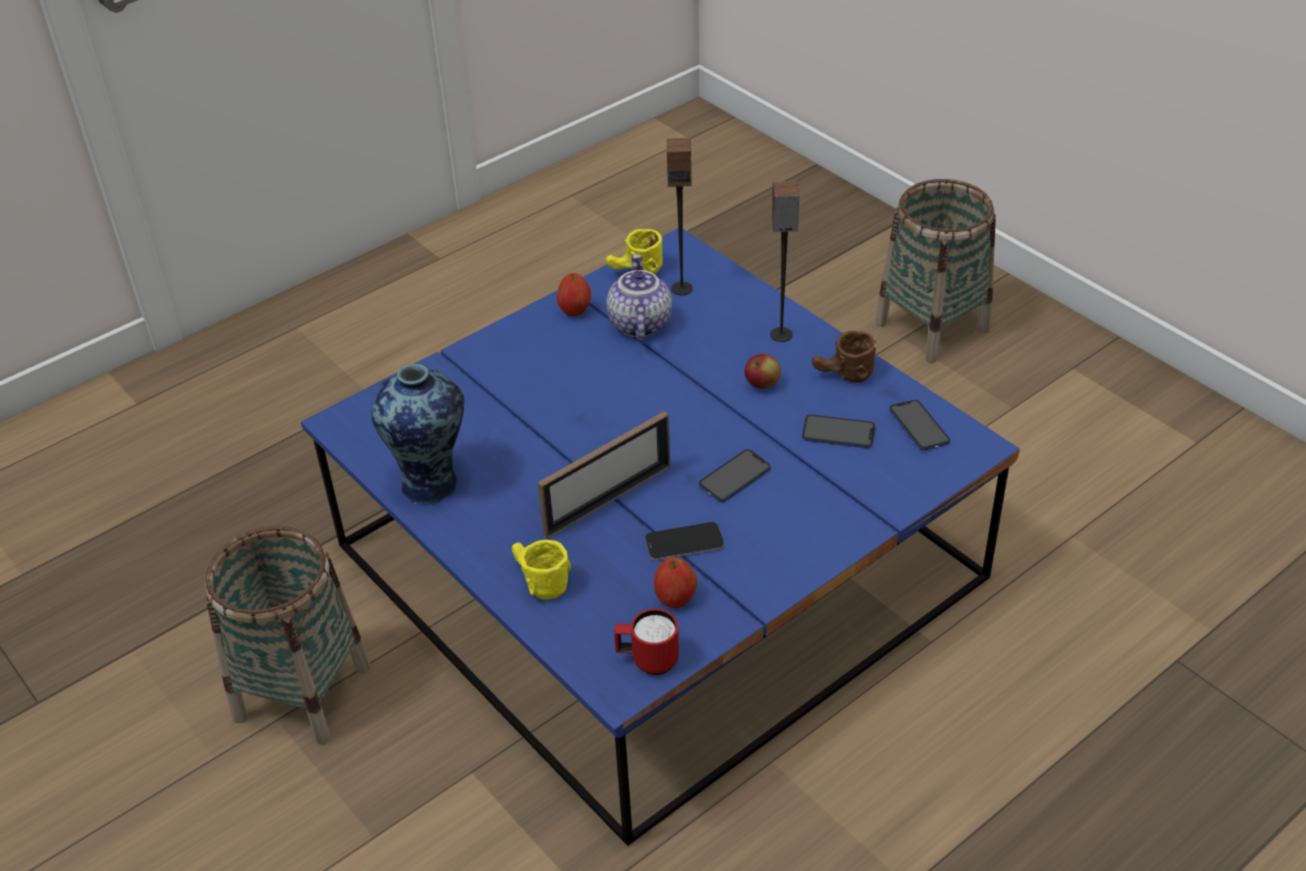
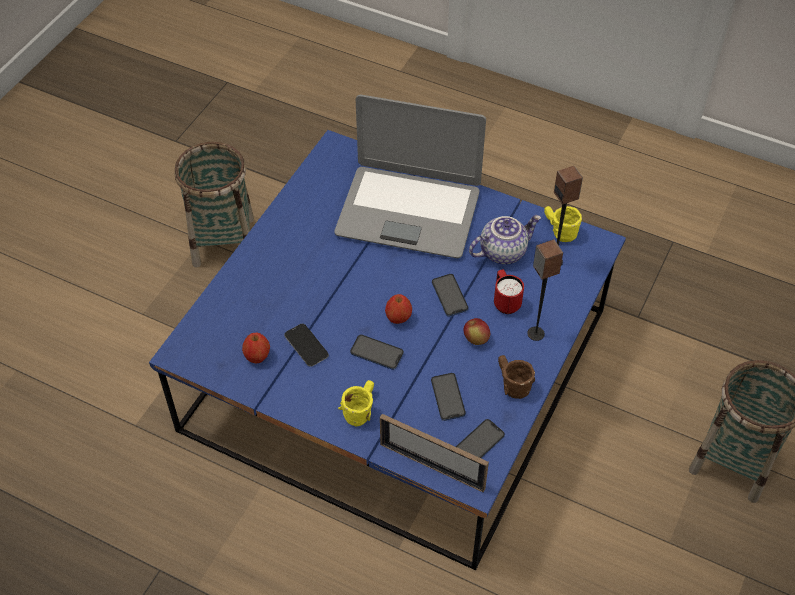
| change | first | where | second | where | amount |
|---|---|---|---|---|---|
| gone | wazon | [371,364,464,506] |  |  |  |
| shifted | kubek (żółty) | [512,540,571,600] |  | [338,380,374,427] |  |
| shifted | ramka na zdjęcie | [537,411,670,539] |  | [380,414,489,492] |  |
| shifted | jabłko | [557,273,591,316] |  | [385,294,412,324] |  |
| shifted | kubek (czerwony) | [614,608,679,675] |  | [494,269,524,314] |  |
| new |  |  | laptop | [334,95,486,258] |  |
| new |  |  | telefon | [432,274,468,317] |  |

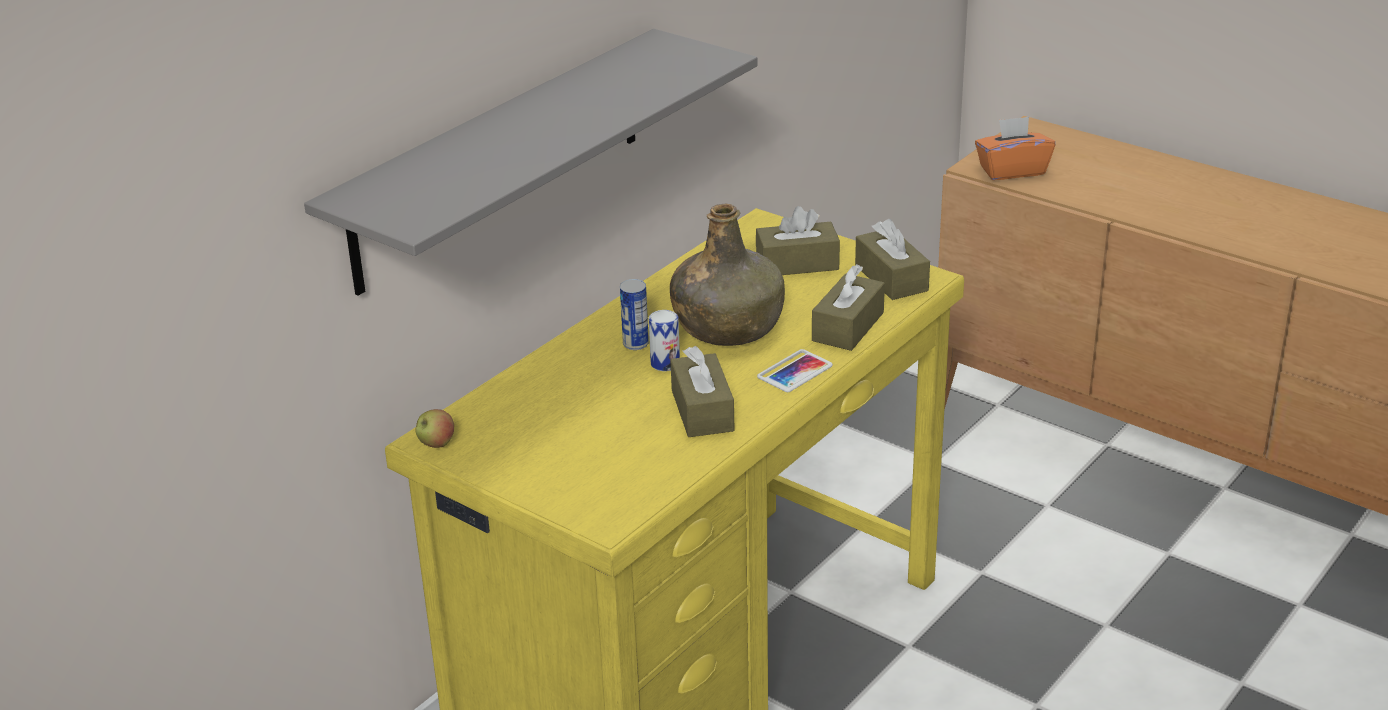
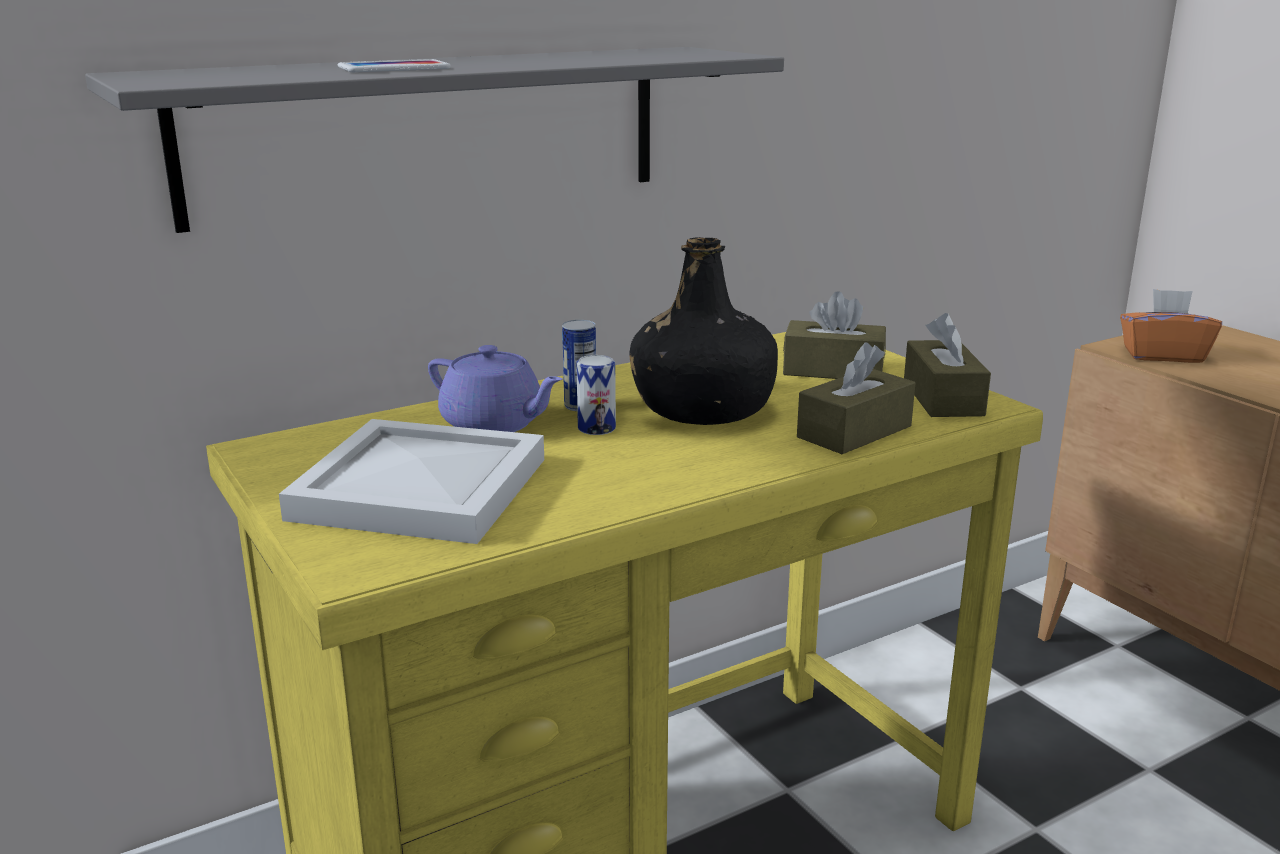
| change | first | where | second | where | amount |
|---|---|---|---|---|---|
| gone | jabłko | [415,409,454,448] |  |  |  |
| repainted | butelka (zielony) | [670,204,785,346] | butelka (czarny) | [629,237,778,425] |  |
| gone | pudełko chusteczek (brązowy) | [671,346,734,437] |  |  |  |
| shifted | telefon | [757,349,833,392] |  | [338,59,451,72] |  |
| new |  |  | taca (biały) | [279,419,544,544] |  |
| new |  |  | imbryk (fioletowy) | [428,345,563,432] |  |

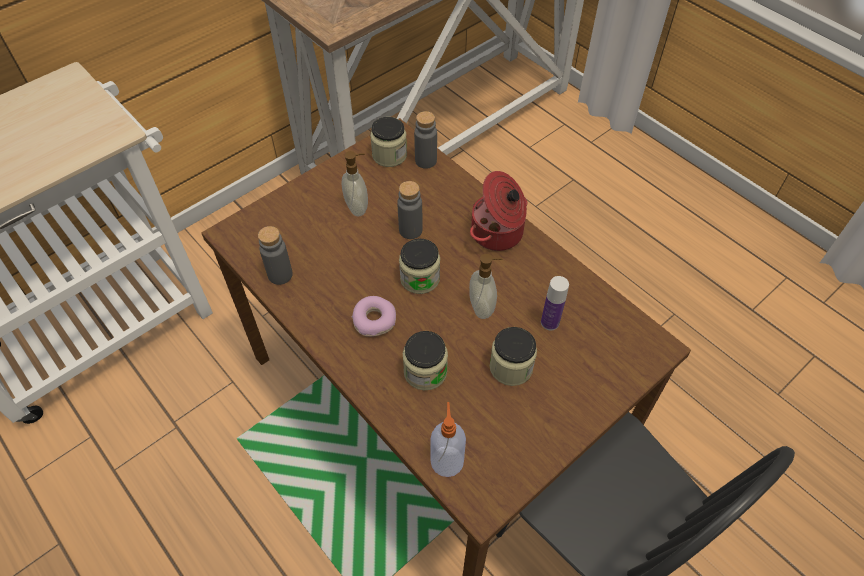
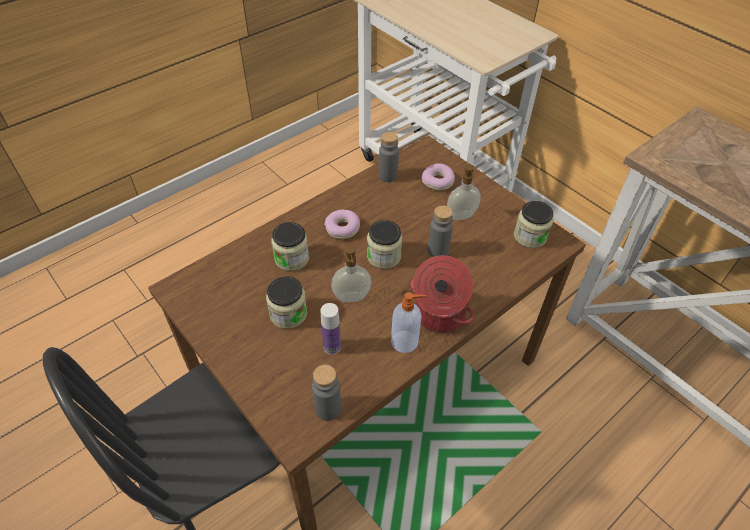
| change | first | where | second | where | amount |
|---|---|---|---|---|---|
| shifted | butelka (szary) | [414,111,437,169] |  | [312,365,341,421] |  |
| shifted | dozownik mydła | [430,402,466,477] |  | [391,292,427,353] |  |
| new |  |  | donut | [422,163,455,190] |  |

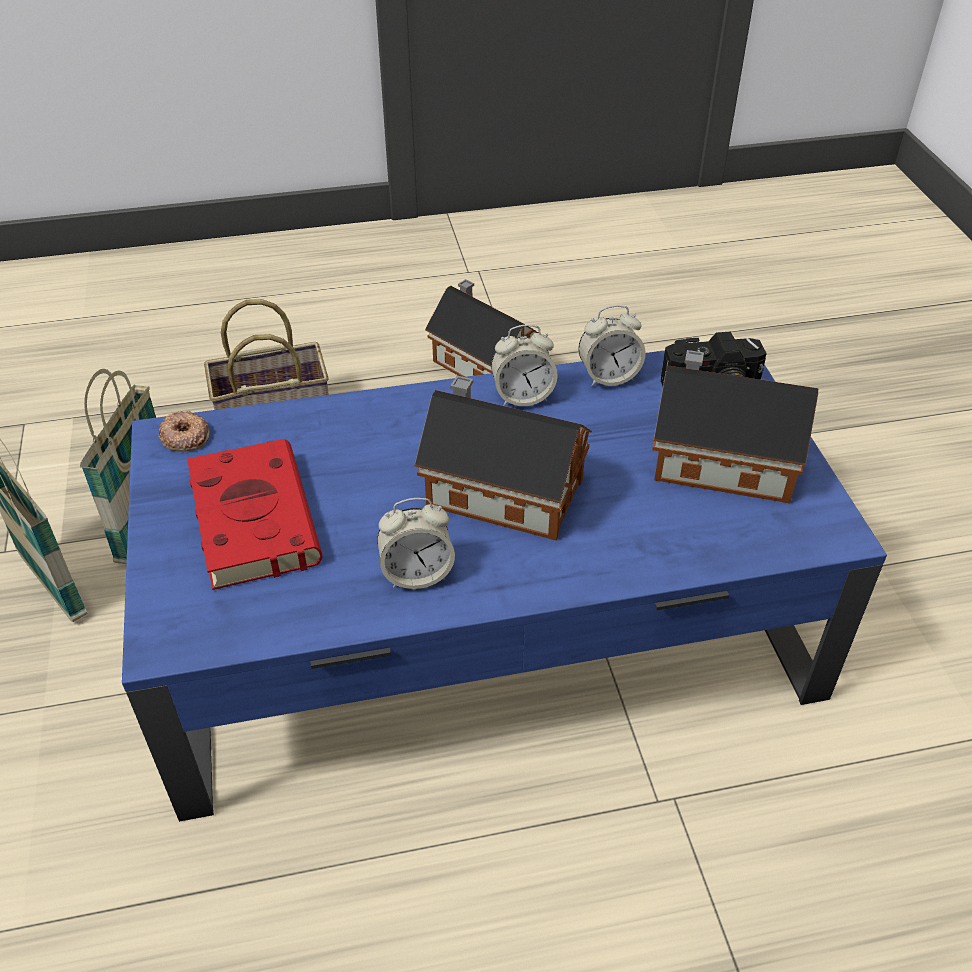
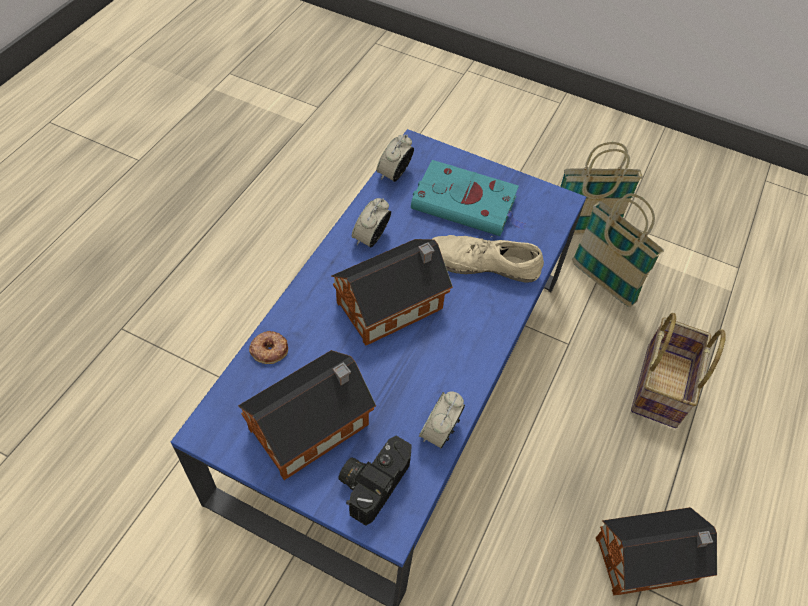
| change | first | where | second | where | amount |
|---|---|---|---|---|---|
| shifted | donut | [158,411,210,452] |  | [249,331,288,364] |  |
| repainted | książka (czerwony) | [187,439,322,590] | książka (turkusowy) | [411,160,525,236] |  |
| shifted | budzik | [491,324,558,406] |  | [376,134,414,182] |  |
| new |  |  | but (beżowy) | [432,235,544,282] |  |

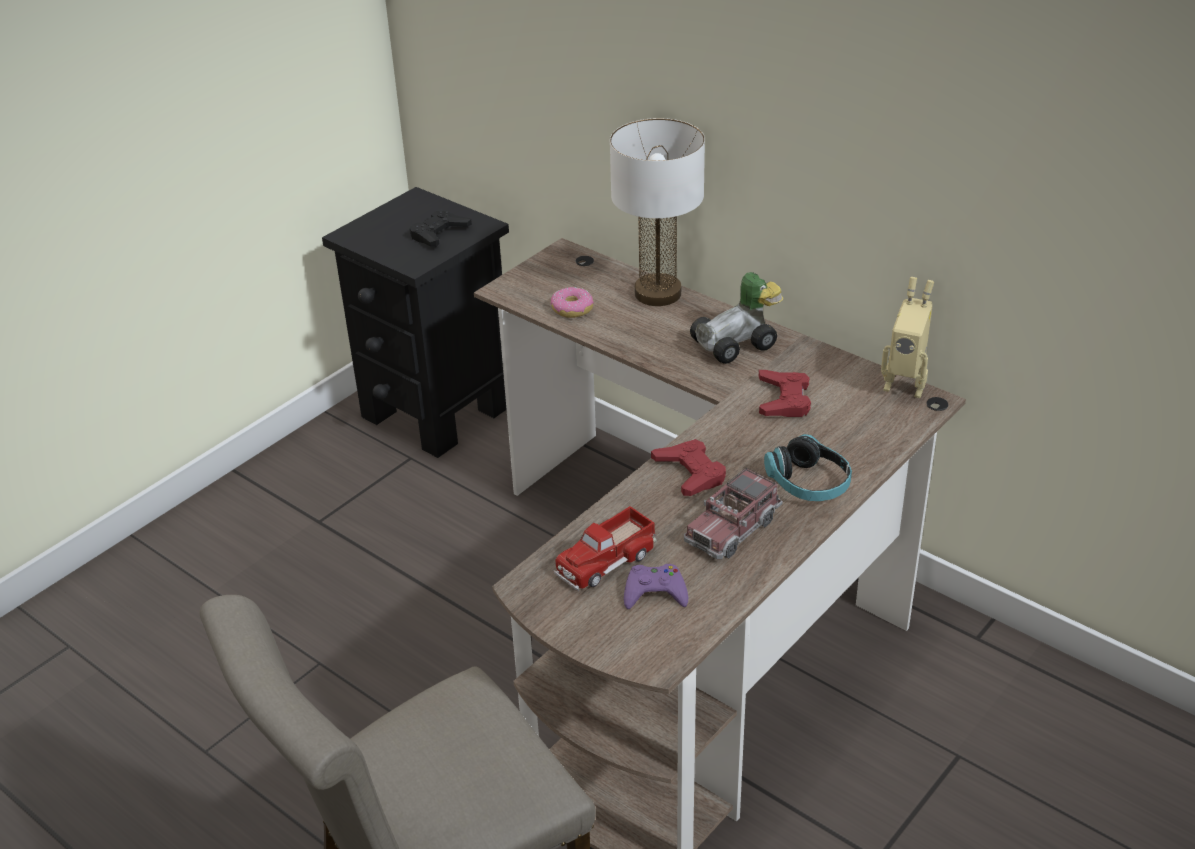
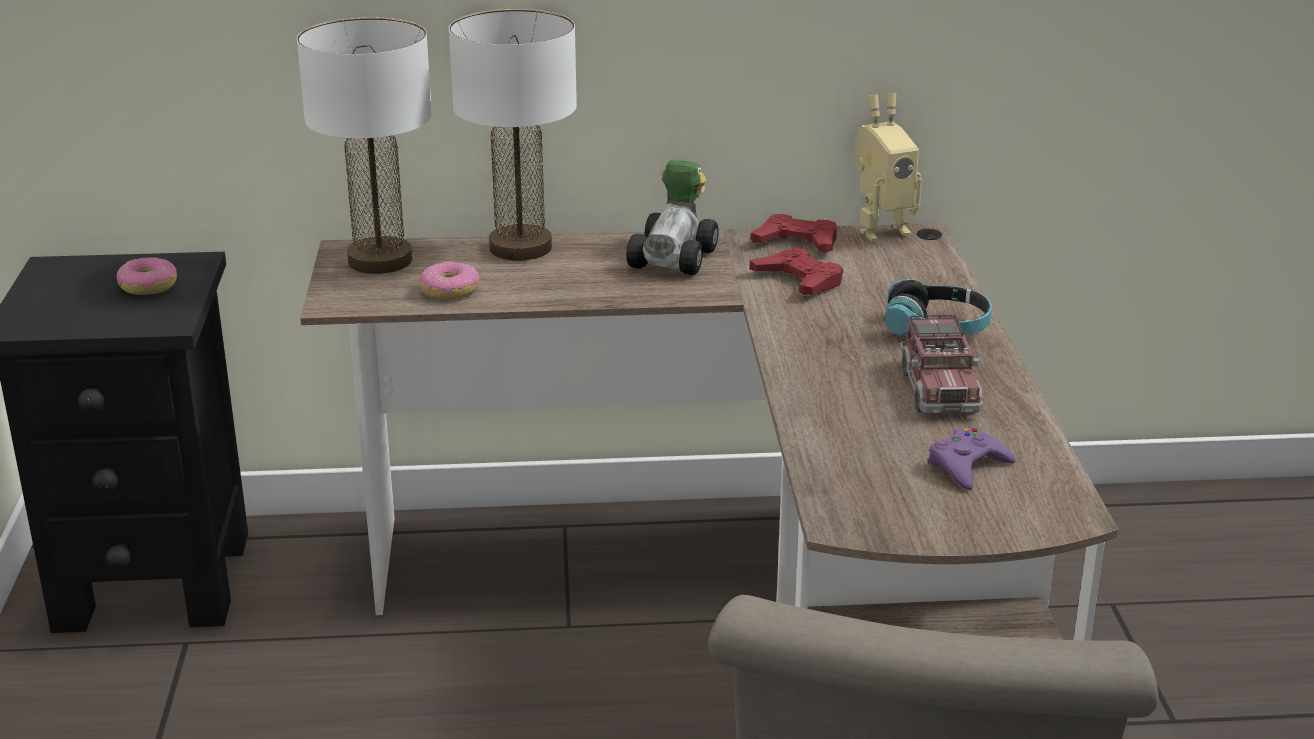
| change | first | where | second | where | amount |
|---|---|---|---|---|---|
| swapped | pad do gier (czarny) | [409,210,472,247] | donut | [117,257,177,295] |  |
| gone | ciężarówka zabawkowa | [553,506,657,591] |  |  |  |
| shifted | pad do gier (czerwony) | [651,439,726,496] |  | [751,214,837,253] |  |
| new |  |  | lampa stołowa | [297,17,432,274] |  |

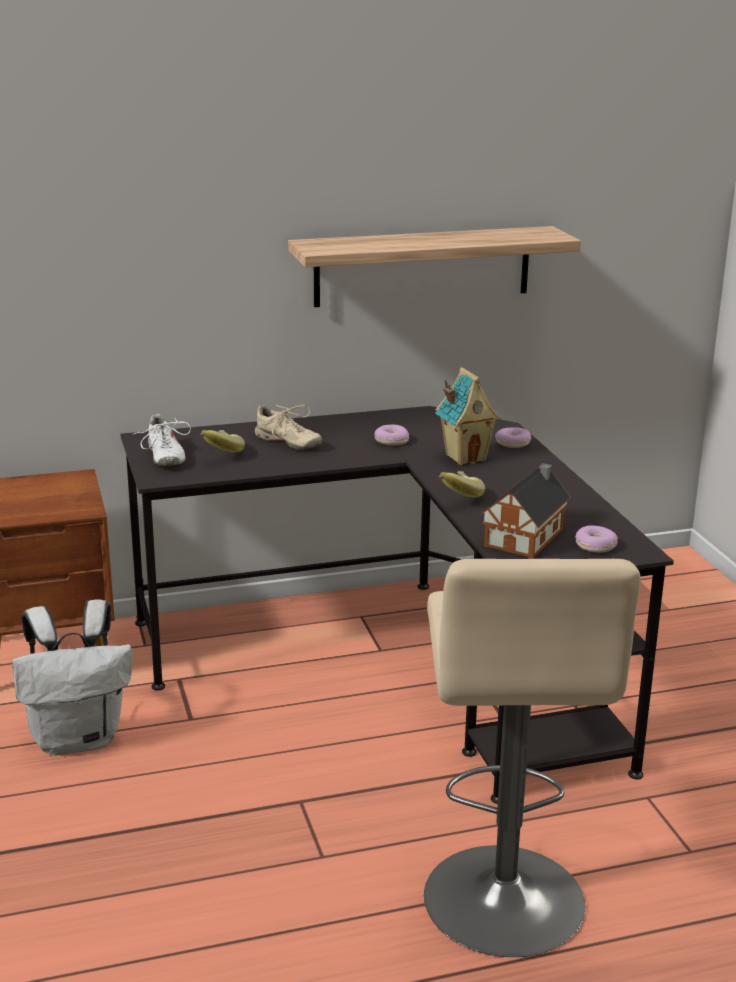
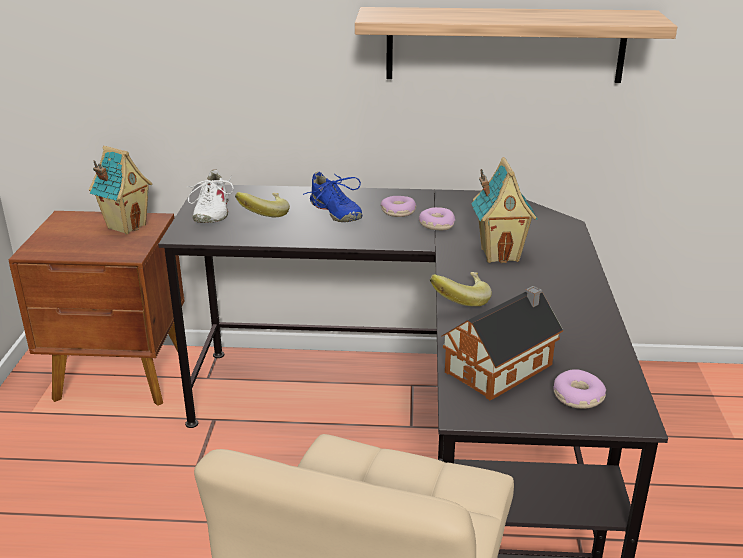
| change | first | where | second | where | amount |
|---|---|---|---|---|---|
| gone | plecak (biały) | [12,599,133,756] |  |  |  |
| repainted | but (beżowy) | [255,404,322,449] | but (niebieski) | [303,172,362,222] |  |
| shifted | donut | [496,427,531,448] |  | [381,196,416,217] |  |
| new |  |  | domek | [89,146,152,234] |  |

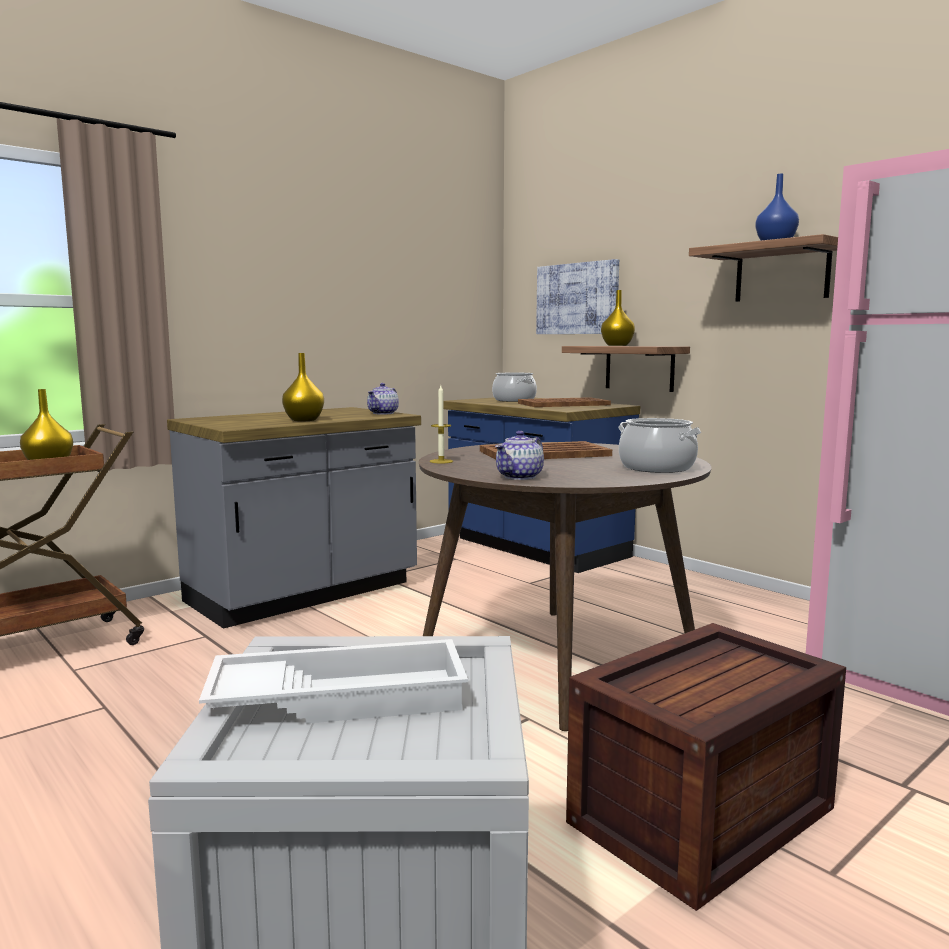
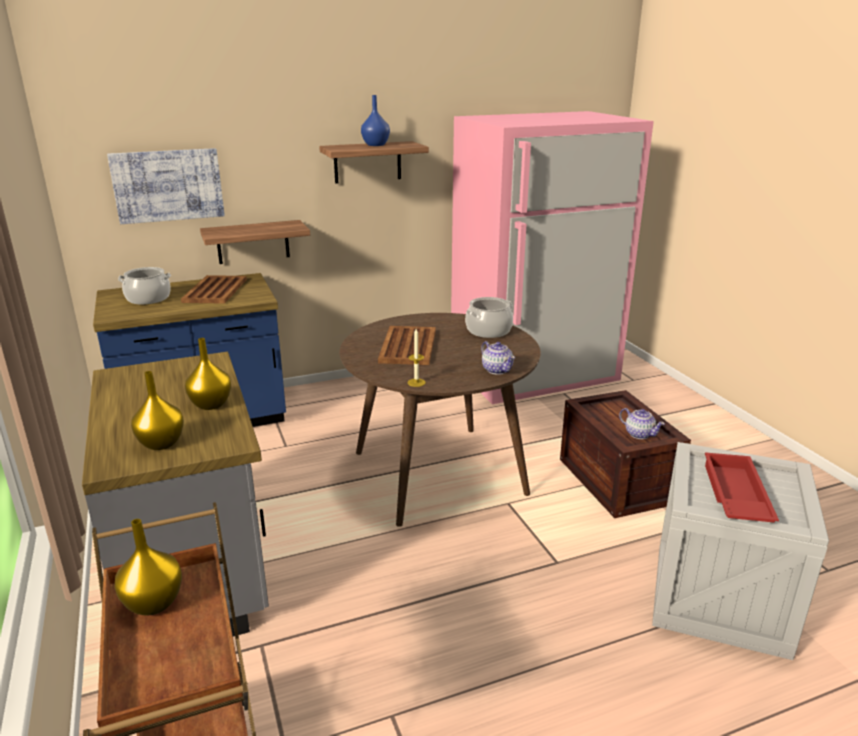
| change | first | where | second | where | amount |
|---|---|---|---|---|---|
| repainted | taca (biały) | [199,639,468,724] | taca (czerwony) | [705,452,779,523] |  |
| shifted | imbryk | [367,383,399,415] |  | [619,408,665,439] |  |
| shifted | wazon (żółty) | [601,290,635,346] |  | [131,371,184,450] |  |

